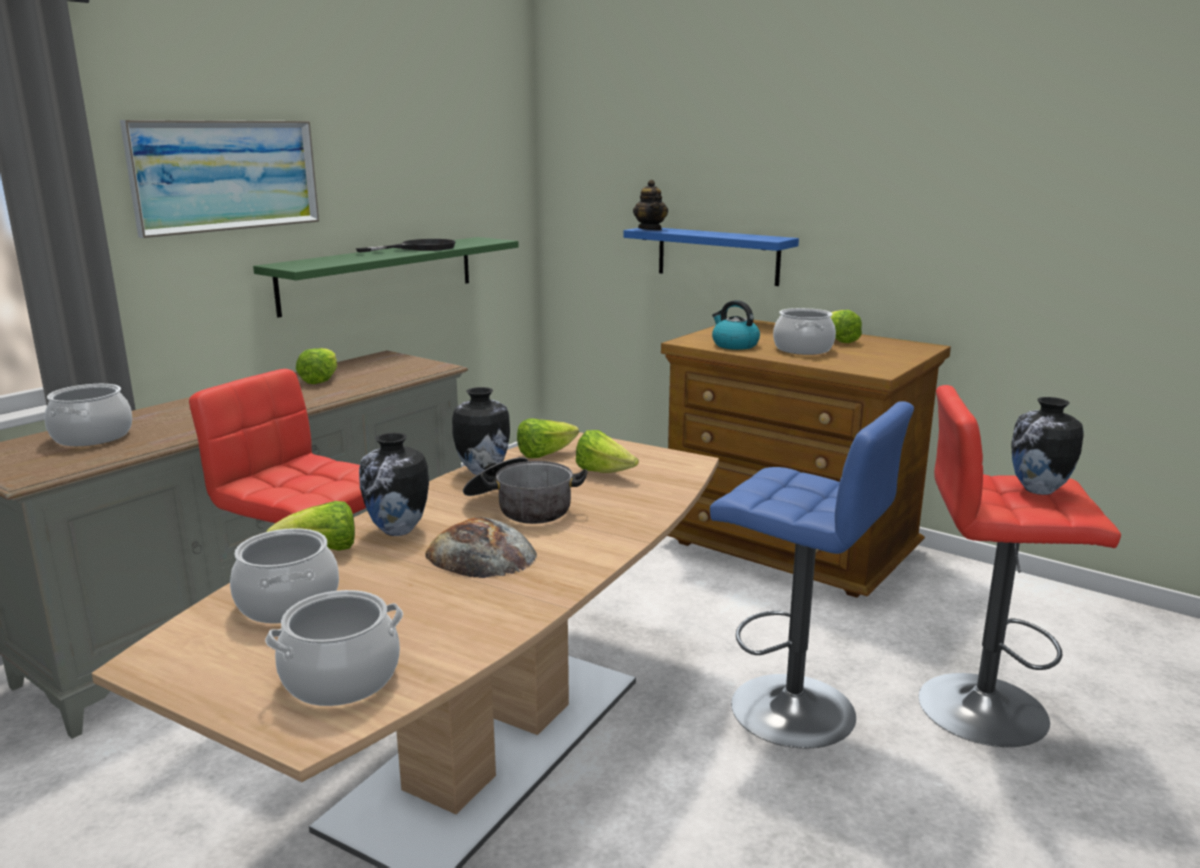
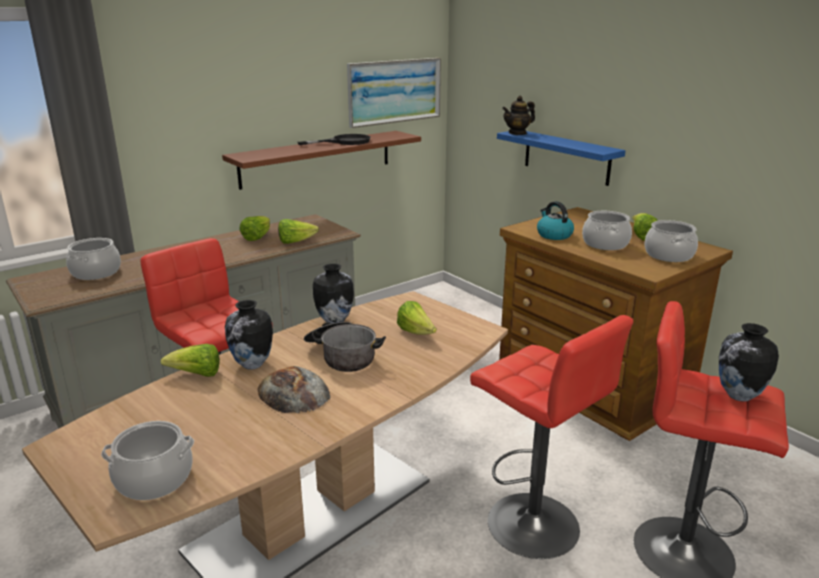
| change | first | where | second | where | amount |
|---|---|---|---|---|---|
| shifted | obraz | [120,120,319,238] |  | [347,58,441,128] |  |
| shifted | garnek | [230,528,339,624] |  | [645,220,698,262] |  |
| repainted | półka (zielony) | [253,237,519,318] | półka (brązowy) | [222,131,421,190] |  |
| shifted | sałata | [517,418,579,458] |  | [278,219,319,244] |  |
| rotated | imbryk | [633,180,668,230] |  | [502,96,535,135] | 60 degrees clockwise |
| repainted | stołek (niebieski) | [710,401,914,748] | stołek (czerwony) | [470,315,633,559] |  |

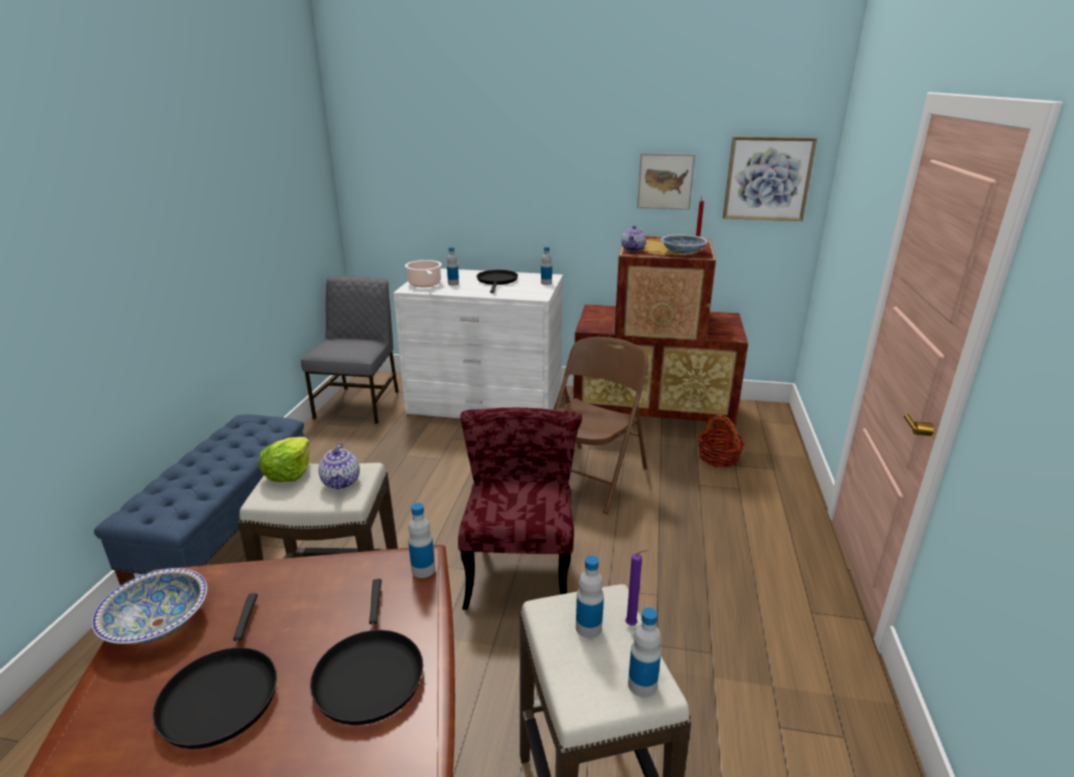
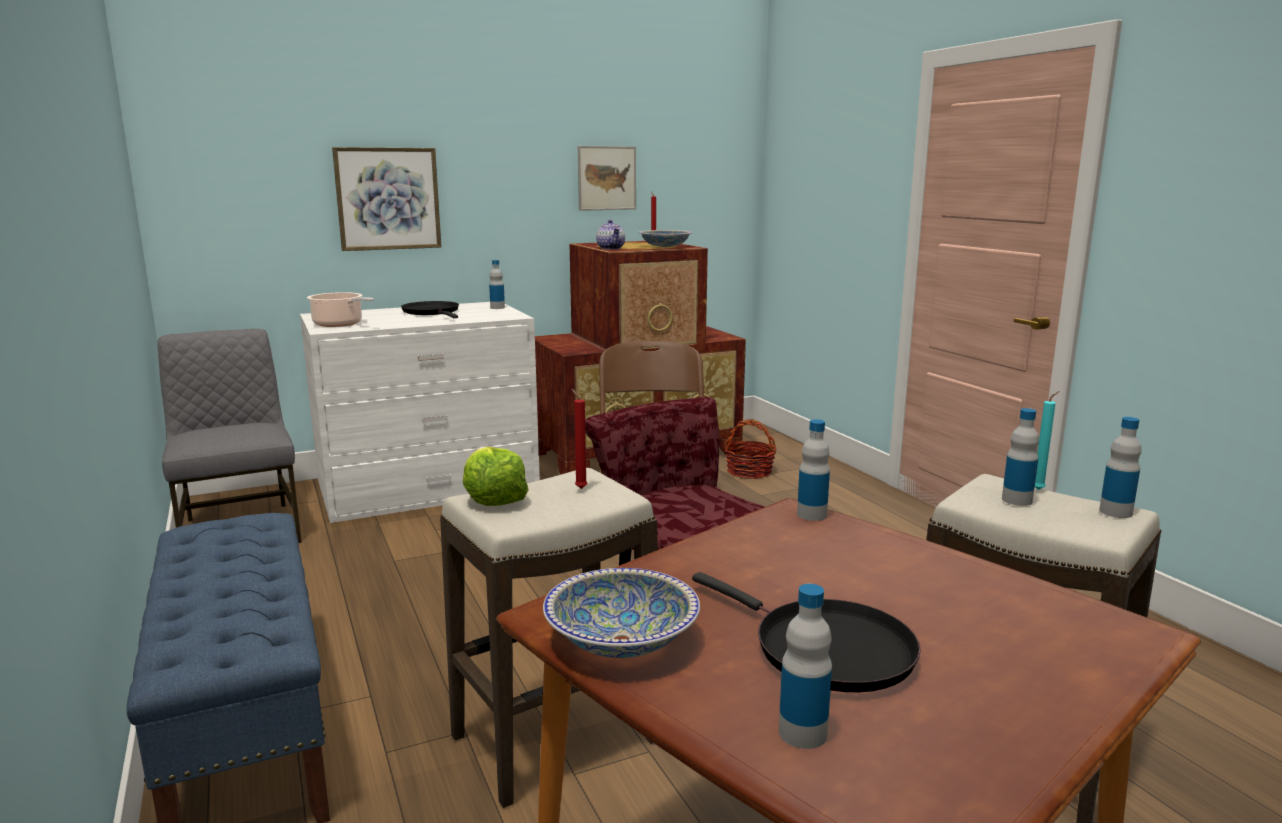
| change | first | where | second | where | amount |
|---|---|---|---|---|---|
| gone | patelnia (czarny) | [310,579,423,725] |  |  |  |
| swapped | imbryk | [318,442,360,489] | świeca (czerwony) | [572,389,587,489] |  |
| shifted | butelka | [447,247,459,286] |  | [779,584,832,749] |  |
| repainted | świeca (fioletowy) | [625,550,649,626] | świeca (turkusowy) | [1035,391,1060,490] |  |
| shifted | obraz | [723,136,817,221] |  | [332,147,441,251] |  |

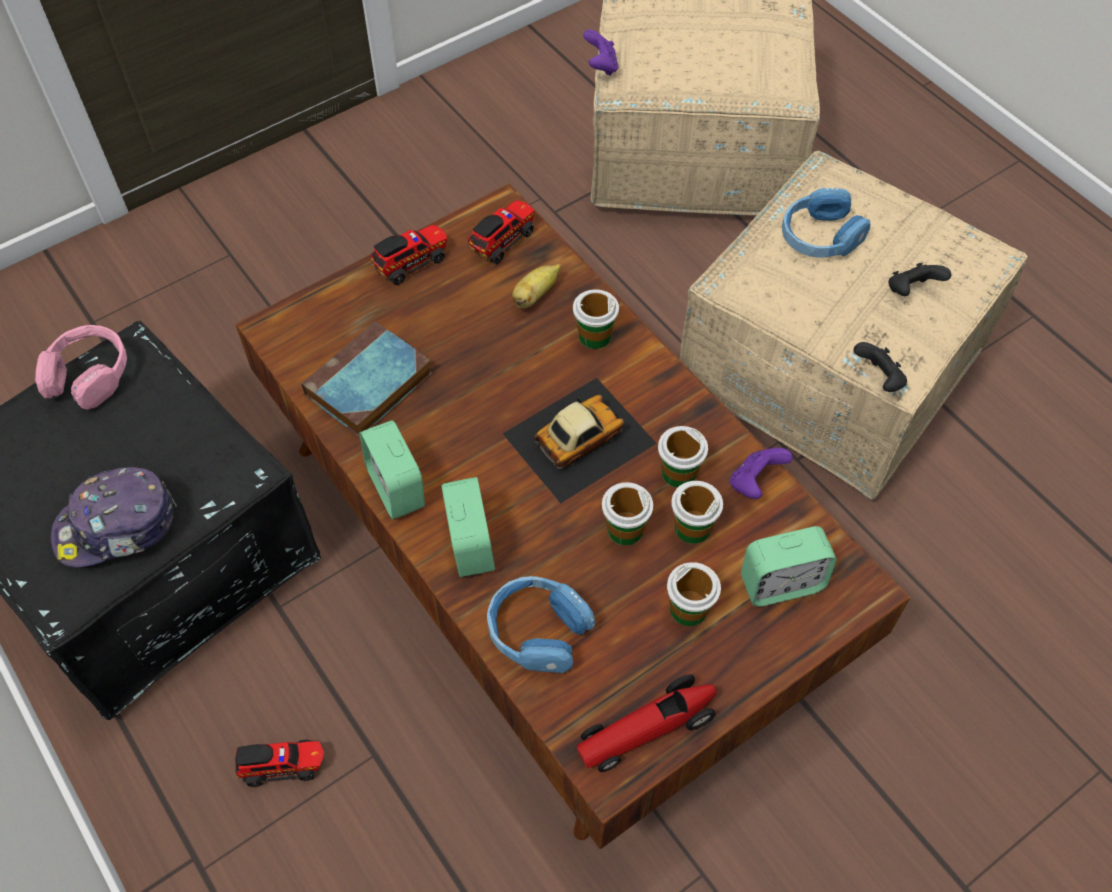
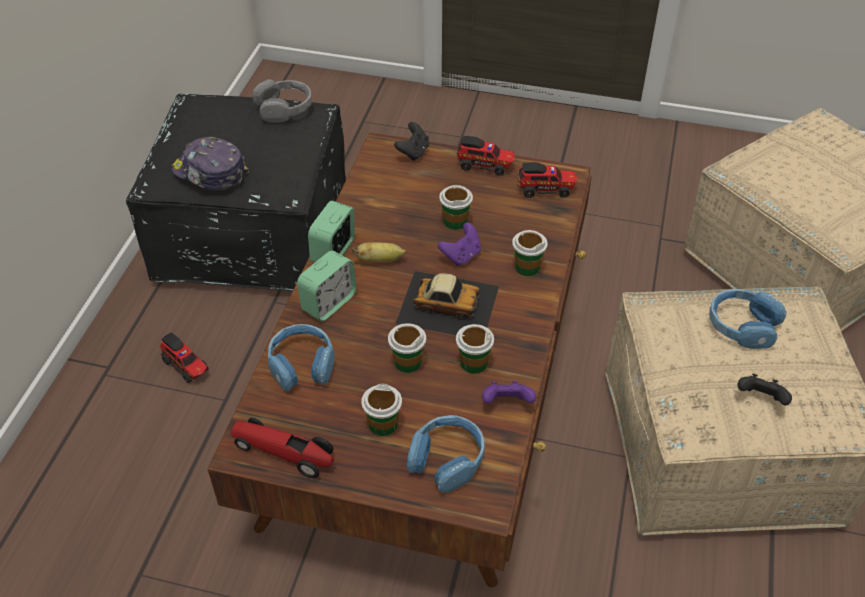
| change | first | where | second | where | amount |
|---|---|---|---|---|---|
| repainted | słuchawki (różowy) | [35,325,127,409] | słuchawki (szary) | [252,79,312,123] |  |
| gone | książka | [302,321,432,437] |  |  |  |
| shifted | banan | [512,264,561,309] |  | [352,242,406,262] |  |
| shifted | pad do gier (fioletowy) | [583,30,618,76] |  | [438,223,481,266] |  |
| shifted | filiżanka | [671,481,723,544] |  | [439,185,473,230] |  |
| swapped | budzik | [741,526,837,607] | słuchawki (niebieski) | [407,415,485,493] |  |
| shifted | pad do gier (czarny) | [854,342,907,392] |  | [394,122,429,161] |  |

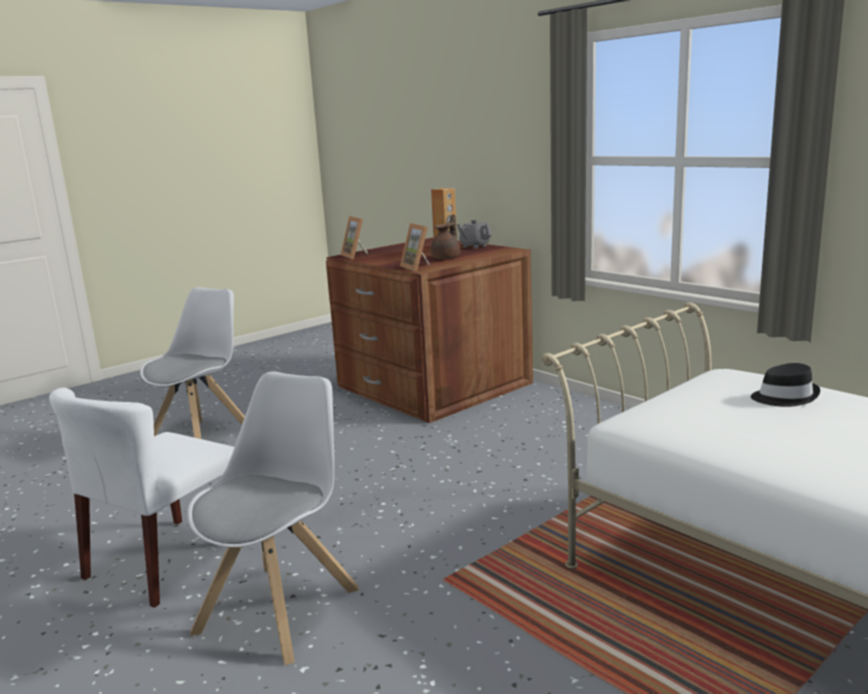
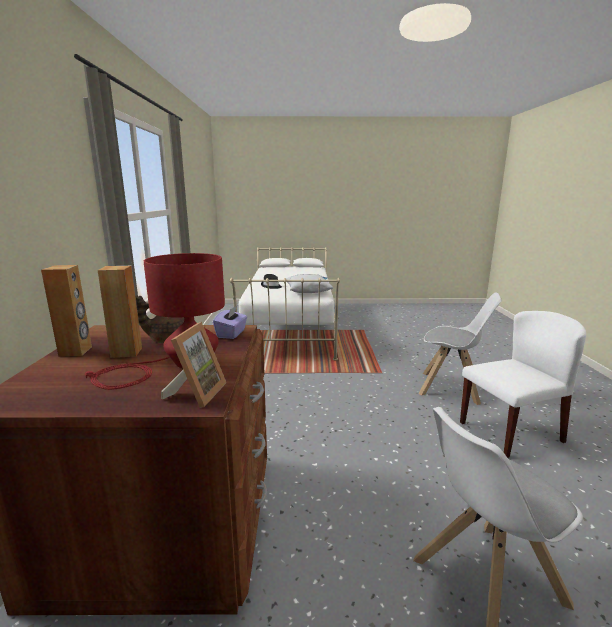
| change | first | where | second | where | amount |
|---|---|---|---|---|---|
| rotated | krzesło | [187,371,359,665] |  | [419,293,502,405] | 135 degrees counterclockwise |
| swapped | ramka na zdjęcie | [400,223,429,271] | pudełko chusteczek (fioletowy) | [213,306,247,339] |  |
| swapped | imbryk (szary) | [457,220,492,249] | głośnik (brązowy) | [41,265,92,357] |  |
| new |  |  | lampa stołowa (czerwony) | [85,253,225,390] |  |
| new |  |  | poduszka (szary) | [286,274,333,293] |  |

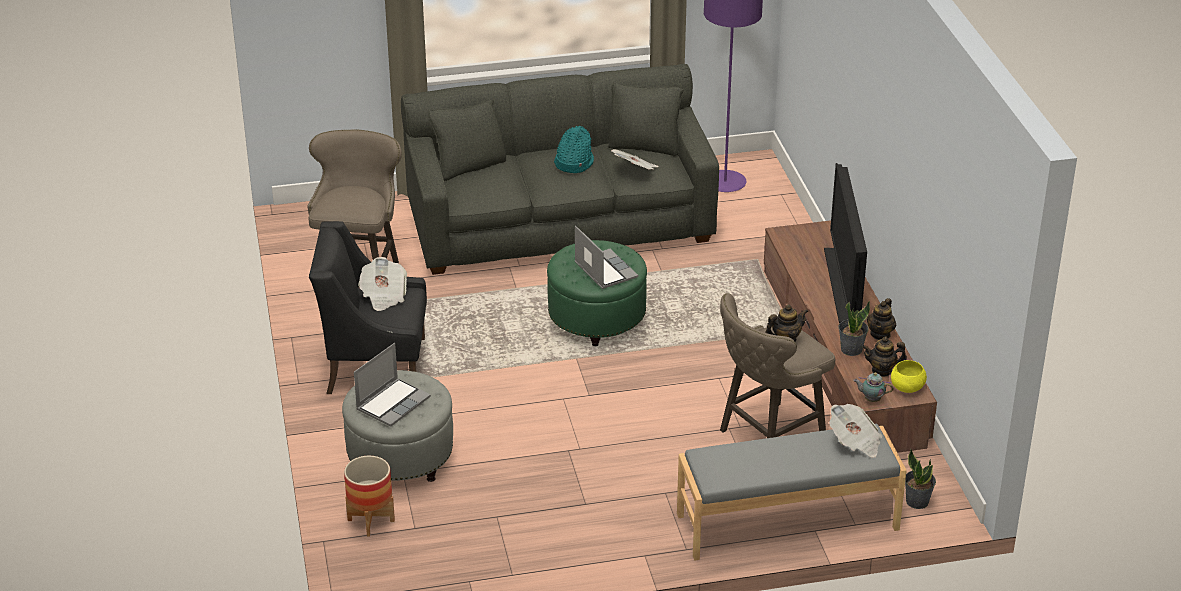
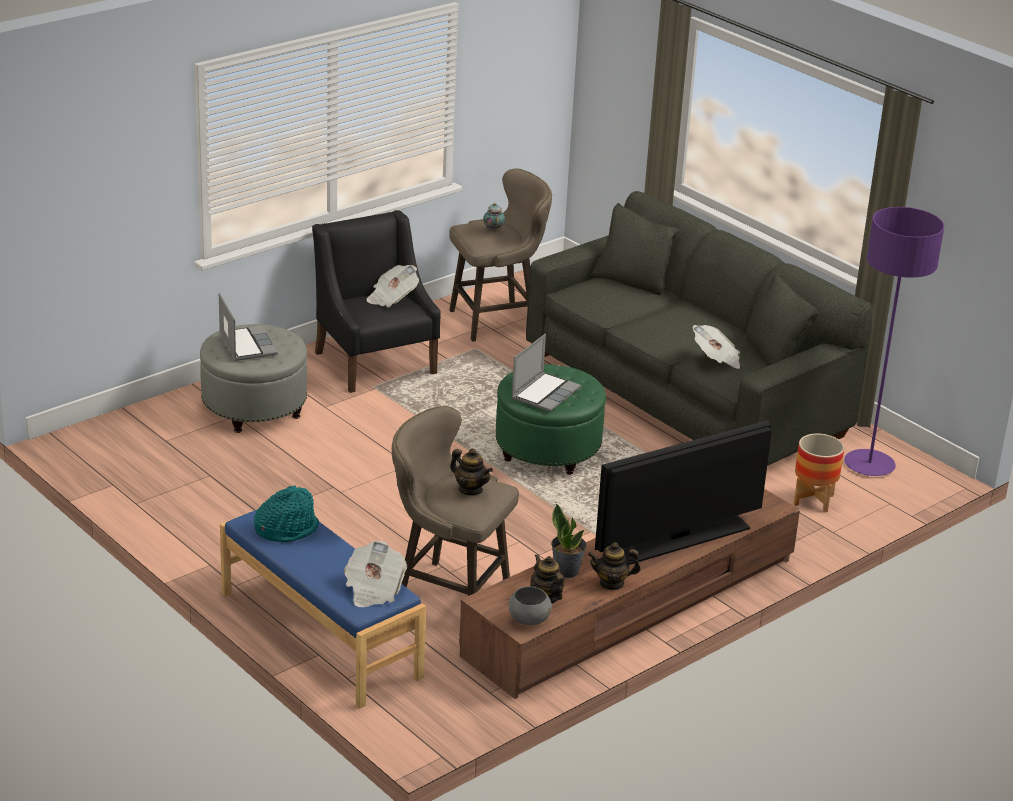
| change | first | where | second | where | amount |
|---|---|---|---|---|---|
| shifted | donica | [344,456,395,537] |  | [793,433,844,512] |  |
| rotated | laptop | [354,343,431,427] |  | [219,293,278,361] | 120 degrees counterclockwise |
| shifted | kapelusz (turkusowy) | [554,126,594,173] |  | [254,485,319,542] |  |
| repainted | ławka (szary) | [677,424,907,561] | ławka (niebieski) | [220,509,426,709] |  |
| shifted | imbryk | [853,372,893,402] |  | [483,203,505,232] |  |
| repainted | miska (żółty) | [891,360,927,393] | miska (szary) | [509,586,552,625] |  |
| gone | roślina doniczkowa | [905,449,936,509] |  |  |  |

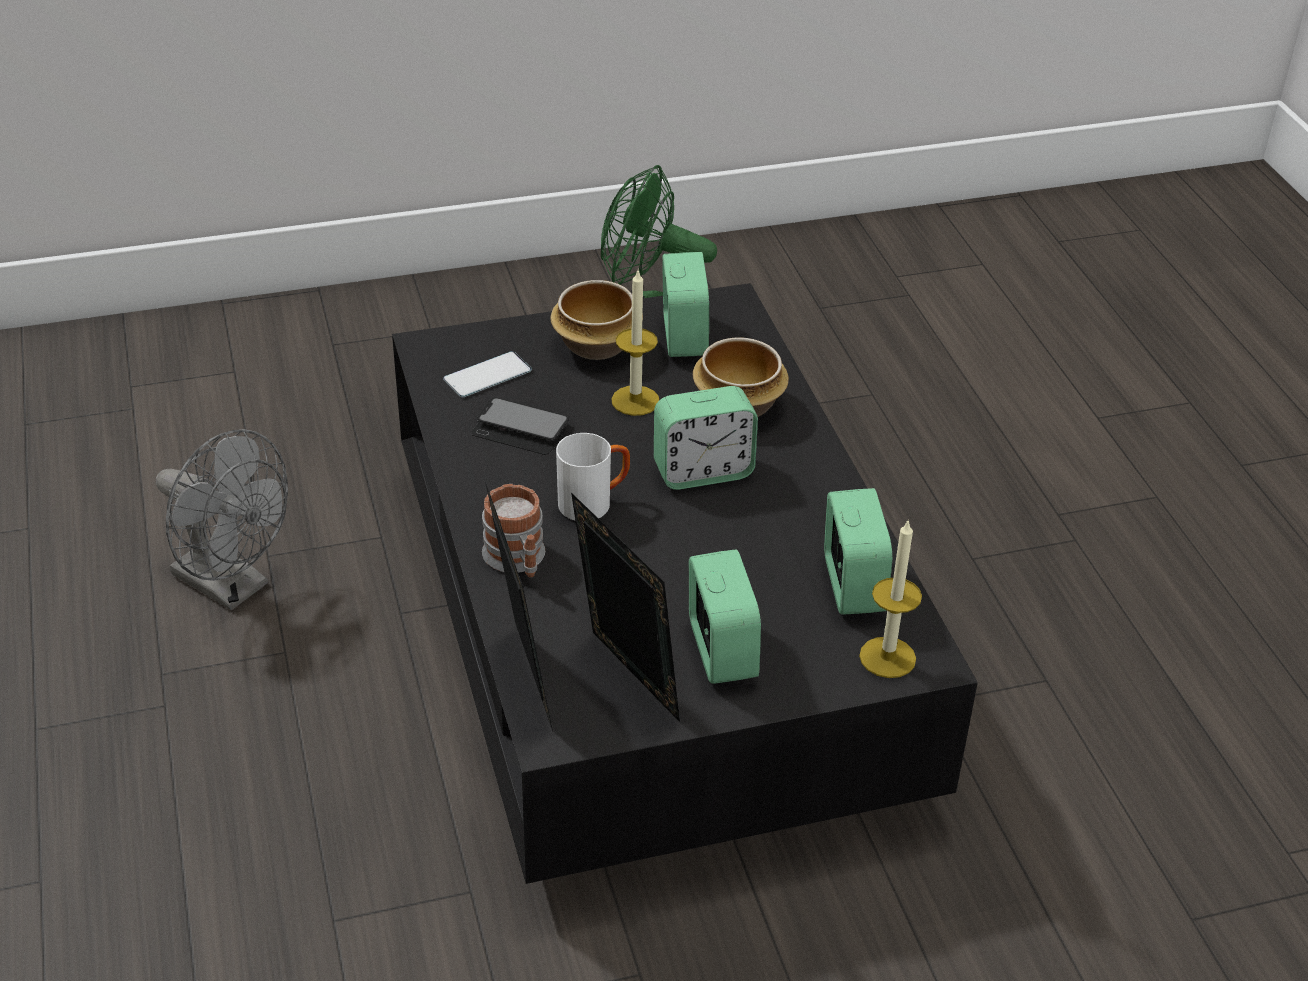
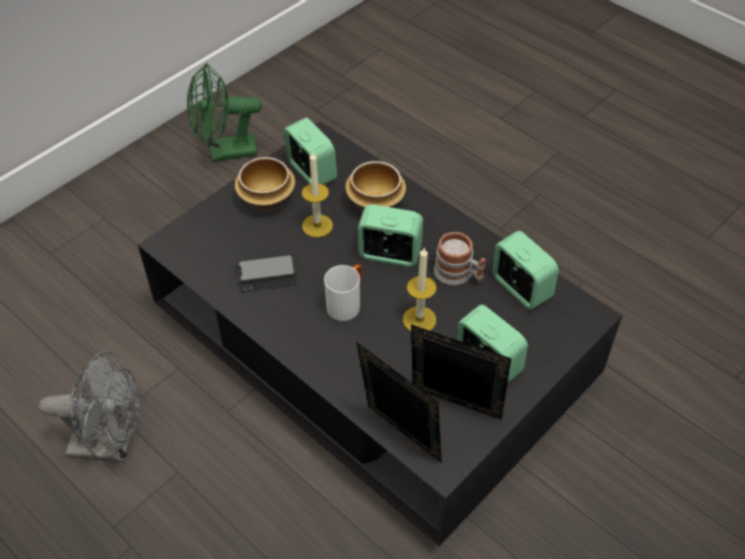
| change | first | where | second | where | amount |
|---|---|---|---|---|---|
| gone | telefon | [443,351,532,397] |  |  |  |
| shifted | kubek | [482,484,545,577] |  | [434,232,486,285] |  |
| rotated | budzik | [654,386,758,490] |  | [358,204,423,267] | 120 degrees counterclockwise |
| shifted | świeca | [859,519,922,678] |  | [403,248,437,331] |  |

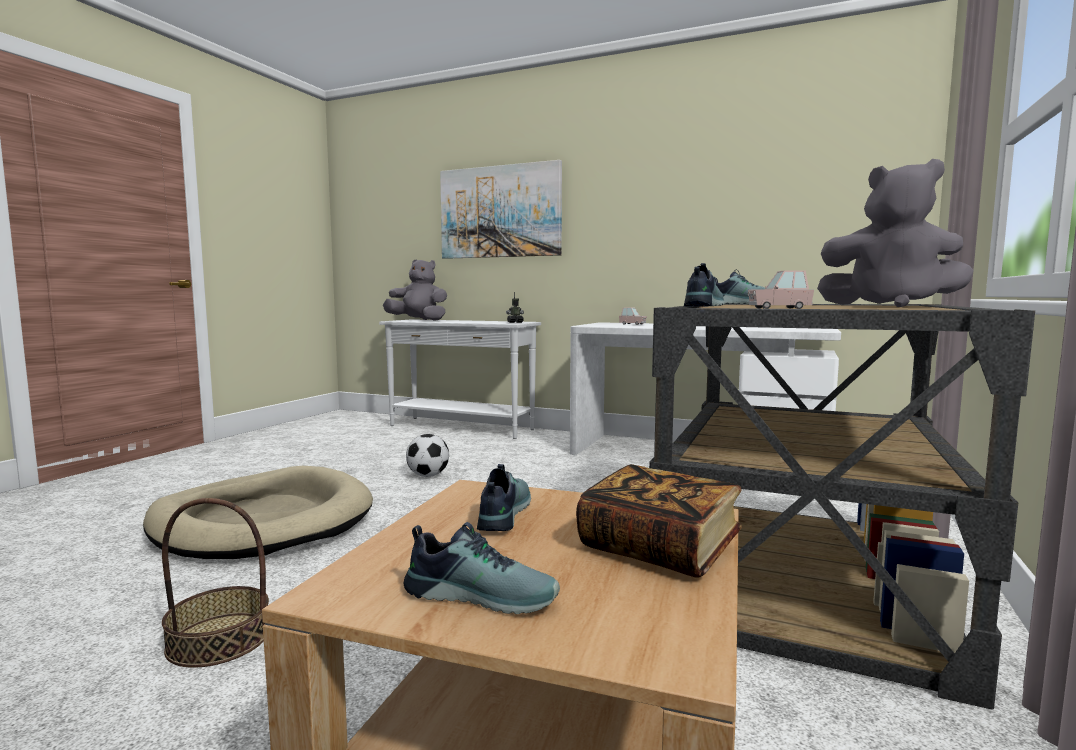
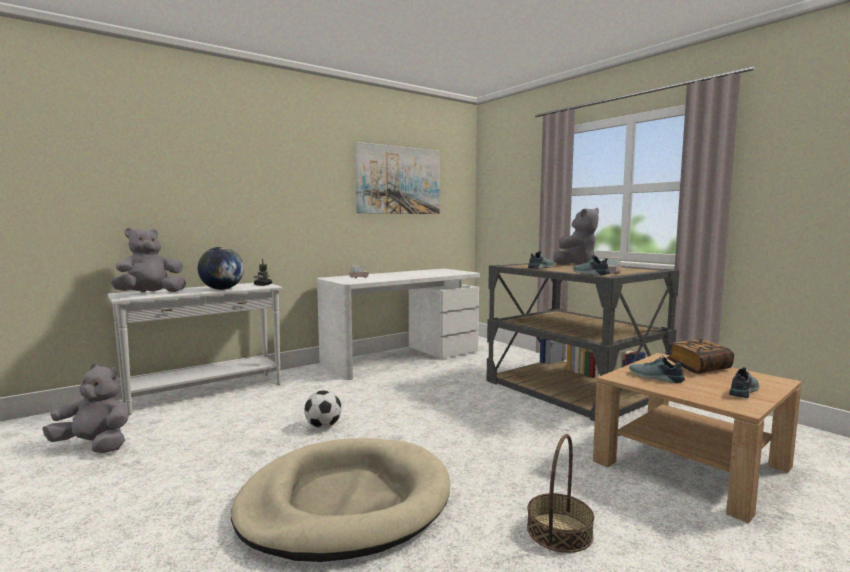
| change | first | where | second | where | amount |
|---|---|---|---|---|---|
| shifted | obraz | [440,160,562,259] |  | [355,142,440,214] |  |
| new |  |  | pluszak (szary) | [43,364,129,453] |  |
| new |  |  | globus | [198,247,244,290] |  |

